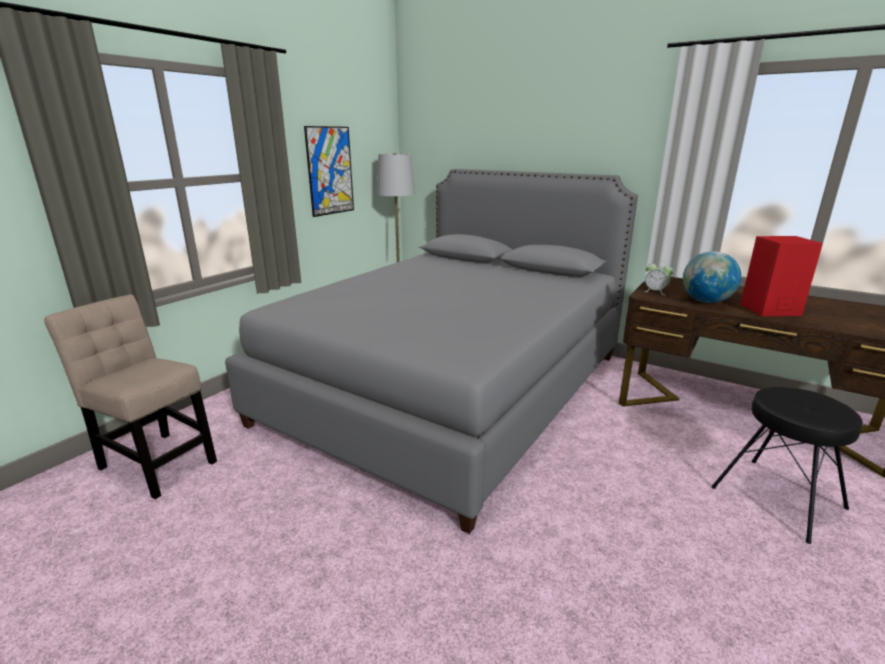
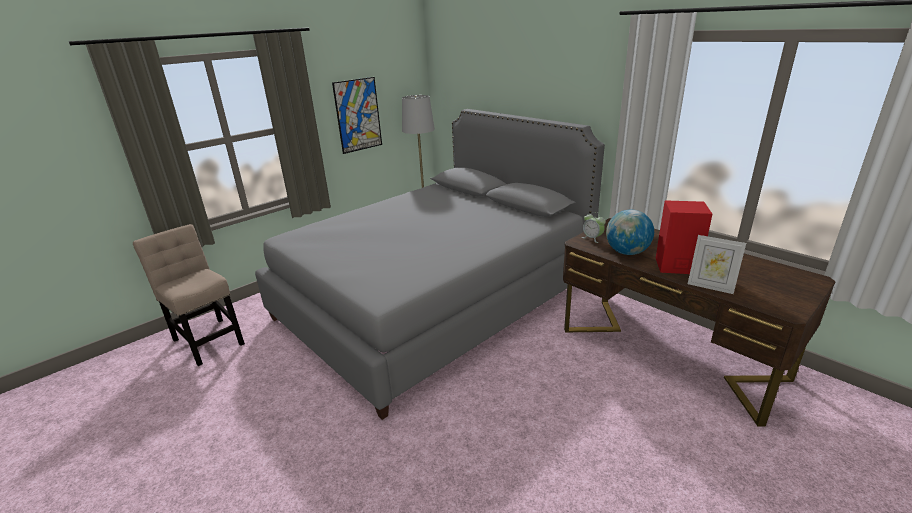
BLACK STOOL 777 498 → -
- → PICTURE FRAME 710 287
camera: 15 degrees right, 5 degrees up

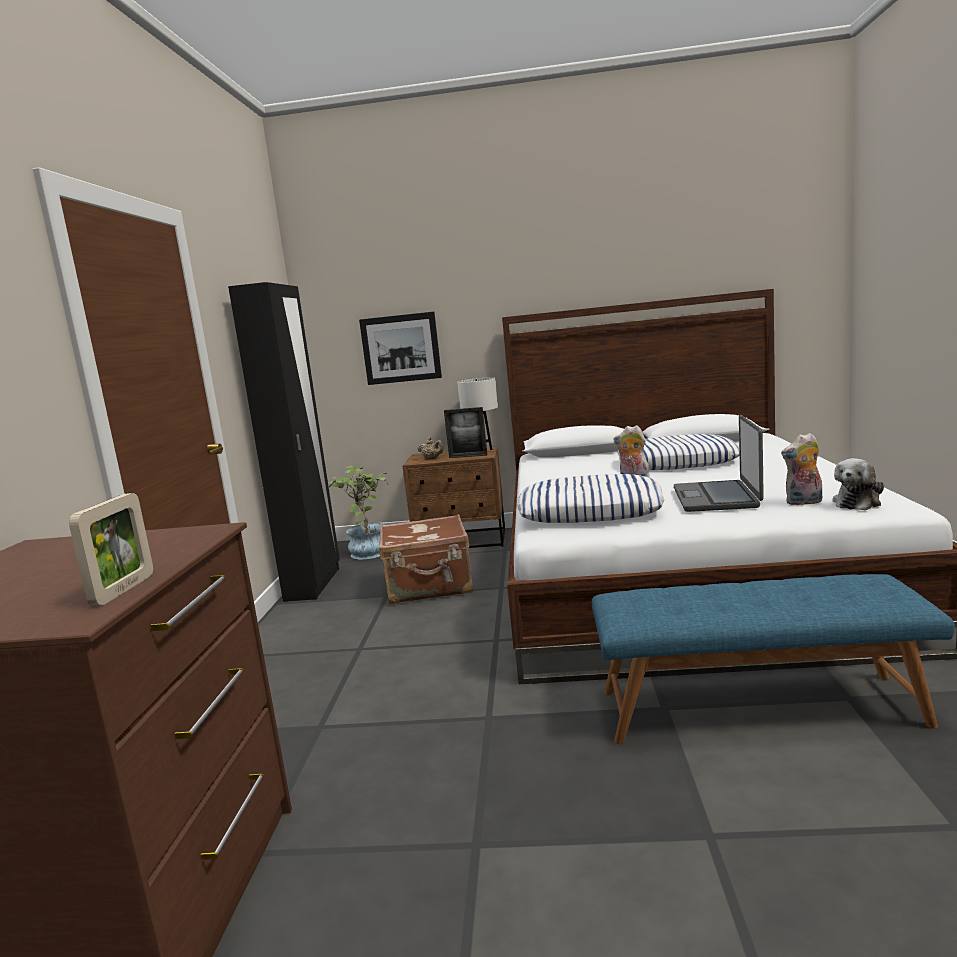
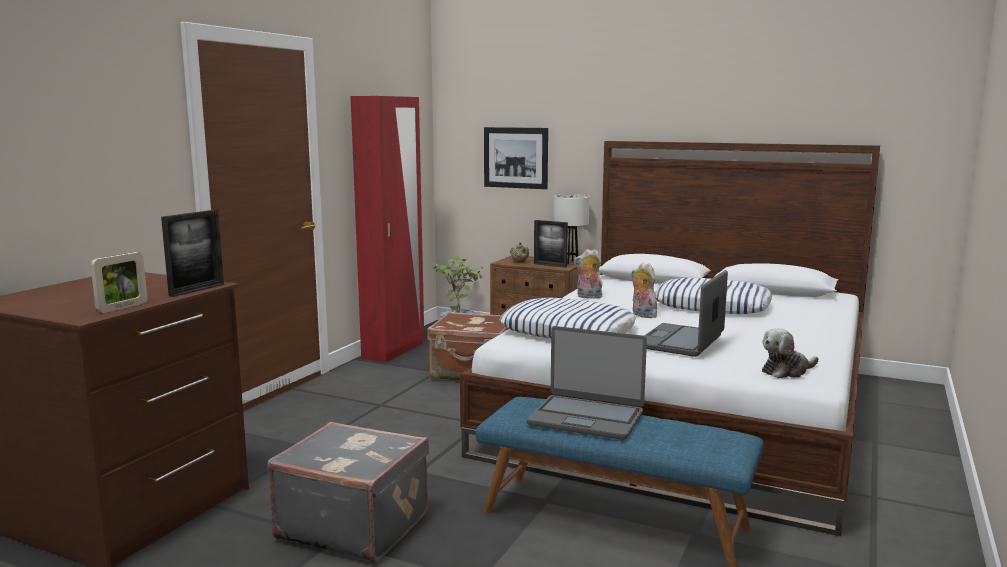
BLACK WARDROBE 314 584 → RED WARDROBE 394 351
PLUSH TOY 804 502 → PLUSH TOY 588 297, relocated
- → PICTURE FRAME 197 290
- → GREY SUITCASE 354 525
- → LAPTOP 586 418
camera: 20 degrees right, 0 degrees up

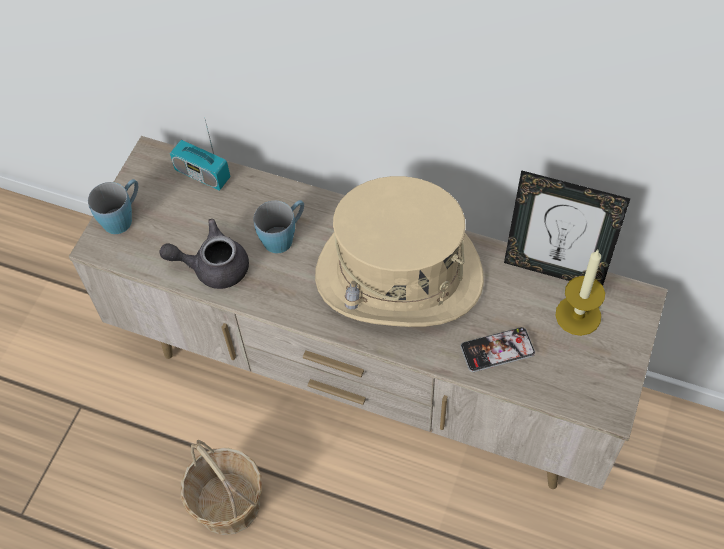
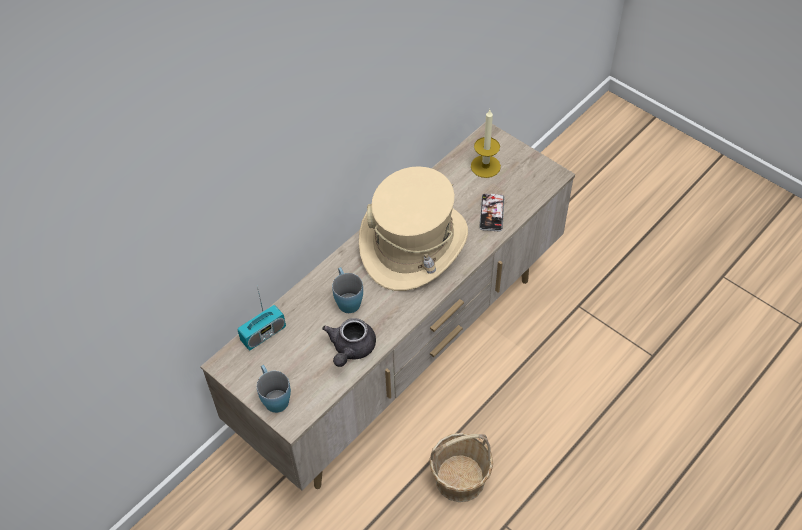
PICTURE FRAME 554 269 → -
camera: 70 degrees left, 5 degrees down

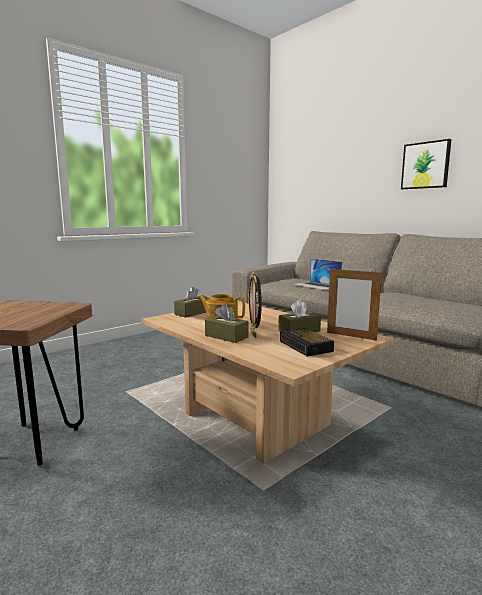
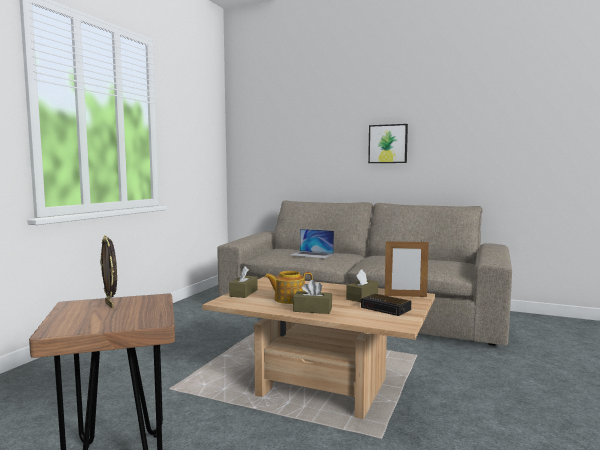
PICTURE FRAME 254 335 → PICTURE FRAME 110 305, relocated
camera: 25 degrees left, 5 degrees down

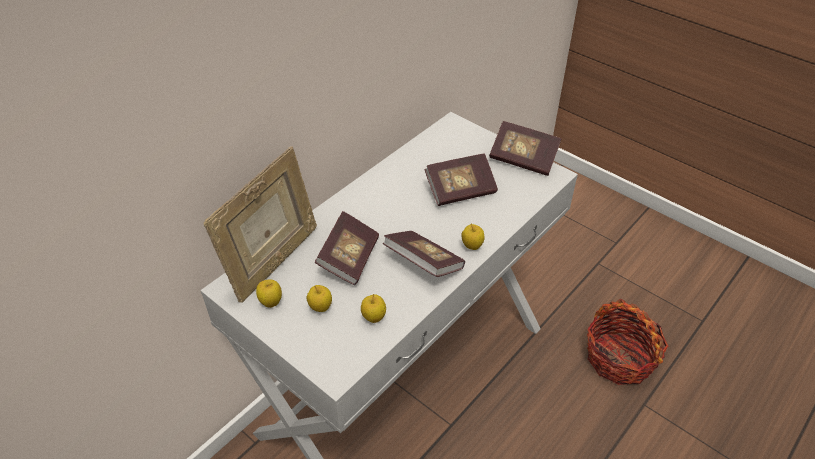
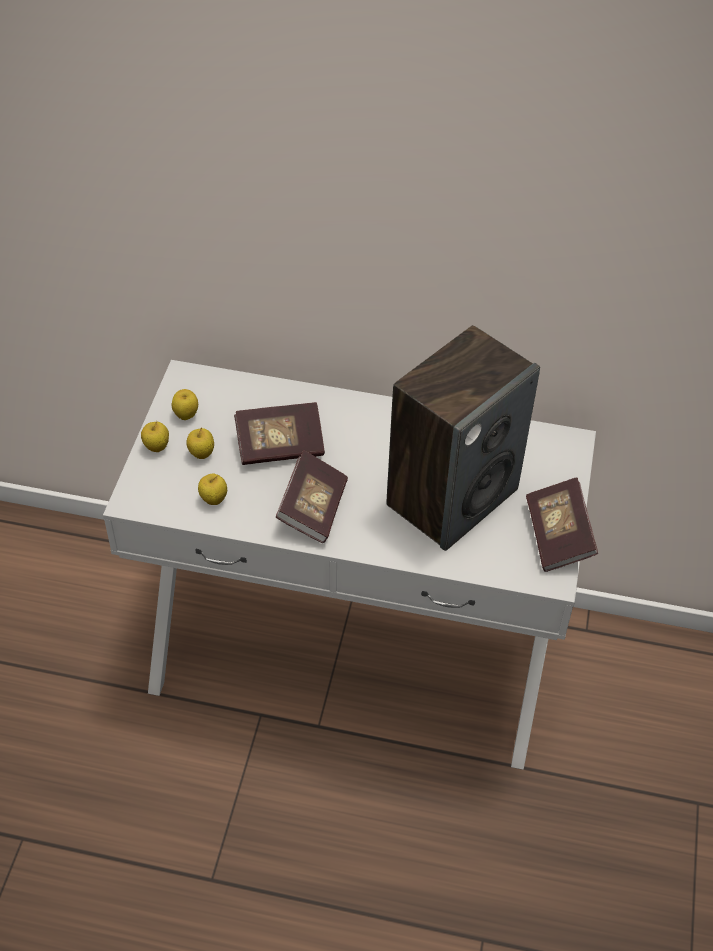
PICTURE FRAME 274 263 → -
BOOK 460 190 → SPEAKER 452 496
APPLE 472 246 → APPLE 156 447, relocated
BASKET 619 358 → -
camera: 60 degrees right, 5 degrees up

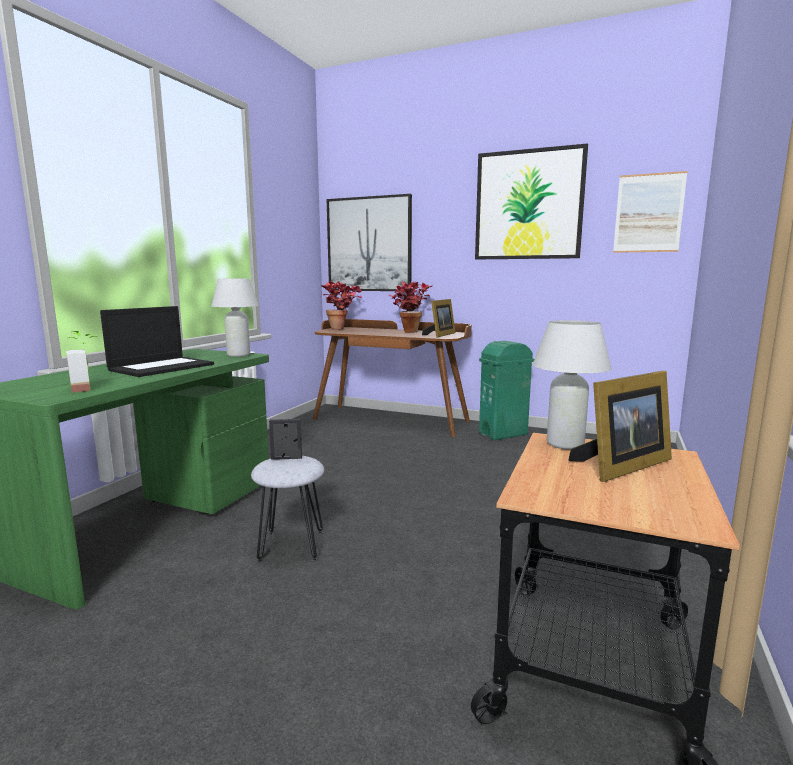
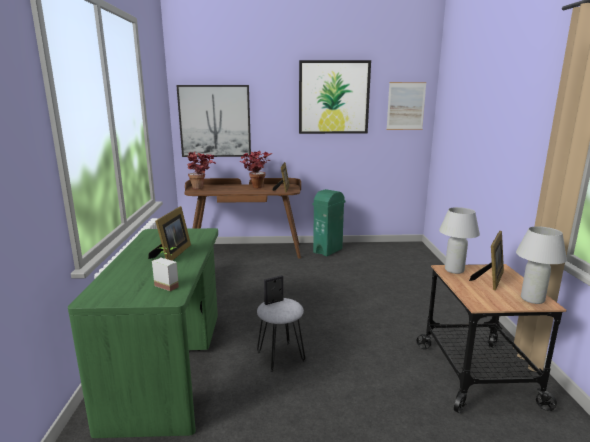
LAPTOP 162 367 → PICTURE FRAME 172 254
WHITE TABLE LAMP 238 355 → WHITE TABLE LAMP 532 299, relocated
camera: 25 degrees left, 5 degrees up

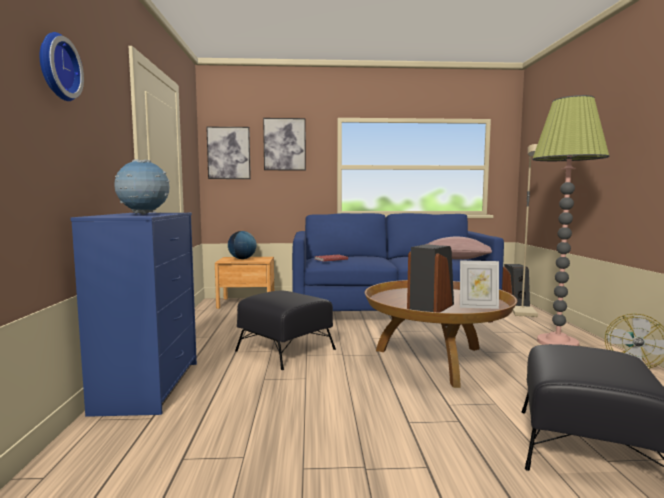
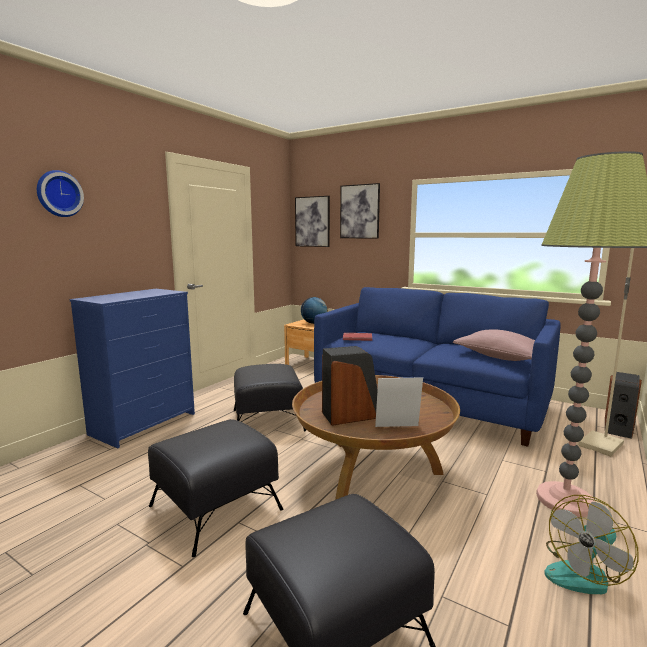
GLOBE 144 214 → -
PICTURE FRAME 478 307 → PICTURE FRAME 397 428, 135 degrees clockwise
- → BLACK OTTOMAN 216 507
camera: 35 degrees right, 5 degrees up

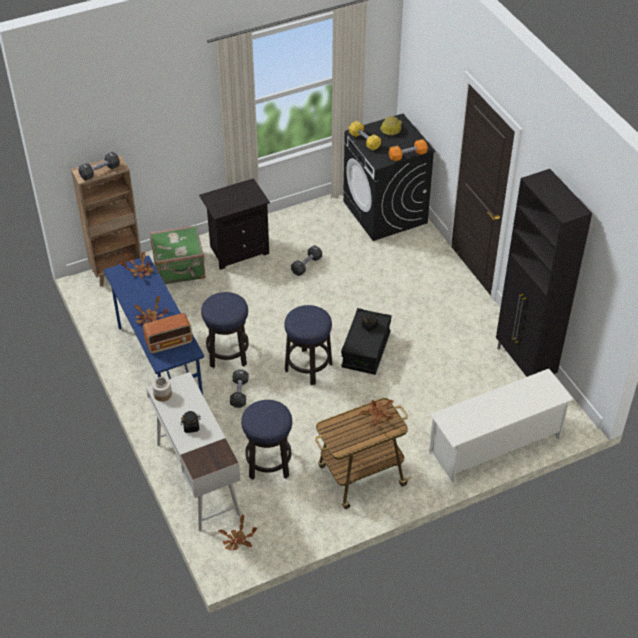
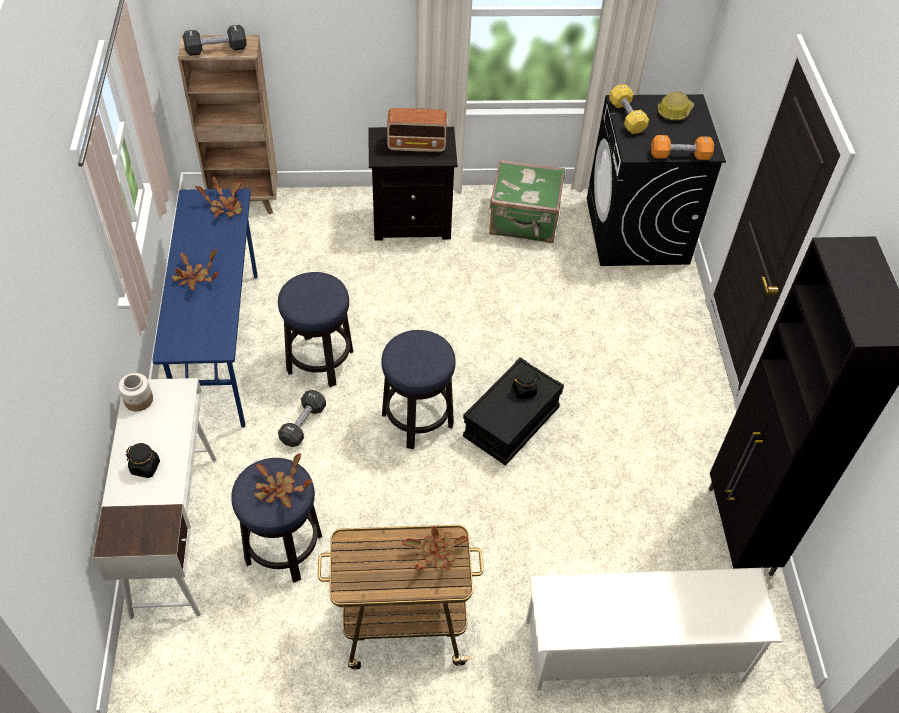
RADIO 169 343 → RADIO 417 145, relocated
GREEN SUITCASE 179 269 → GREEN SUITCASE 524 221, relocated
POTTED PLANT 237 540 → POTTED PLANT 279 489, relocated
BLACK DUMBBELL 306 265 → -
camera: 20 degrees right, 5 degrees up

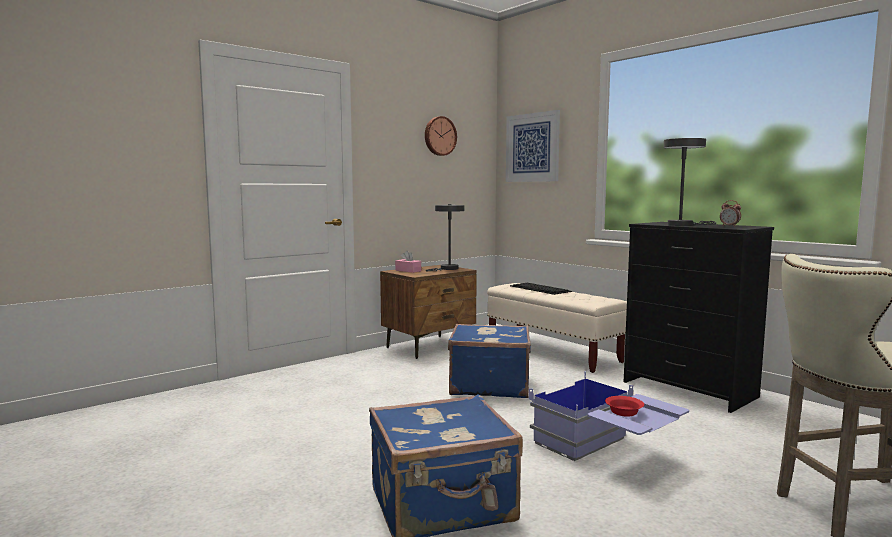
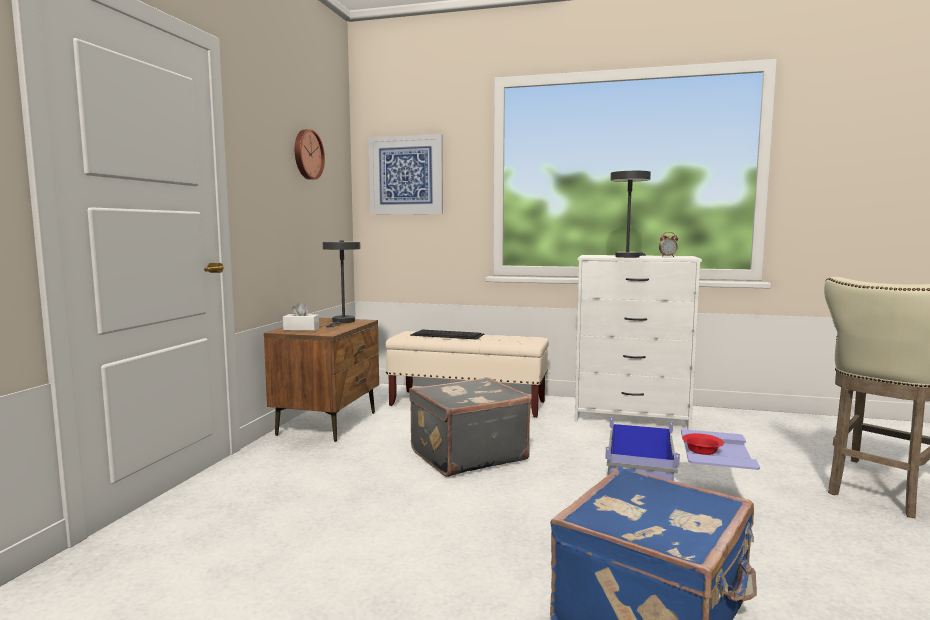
PINK TISSUE BOX 408 271 → WHITE TISSUE BOX 301 329
BLUE SUITCASE 489 385 → GREY SUITCASE 466 455
BLACK DRESSER 688 389 → WHITE DRESSER 631 416
camera: 35 degrees left, 0 degrees up

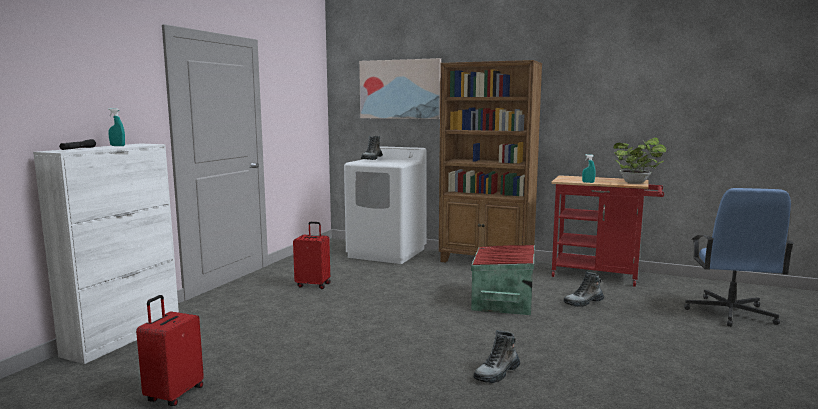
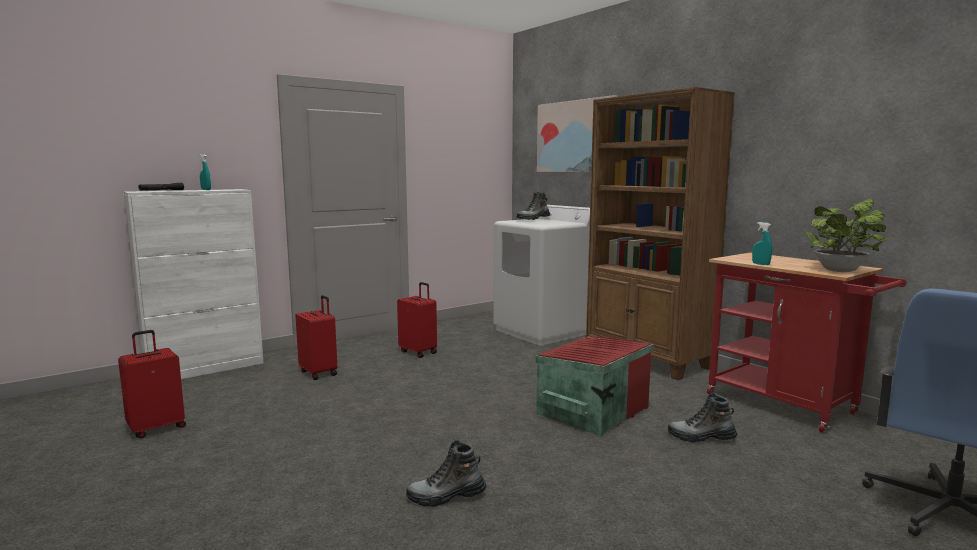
- → RED SUITCASE 319 373
camera: 30 degrees right, 0 degrees up

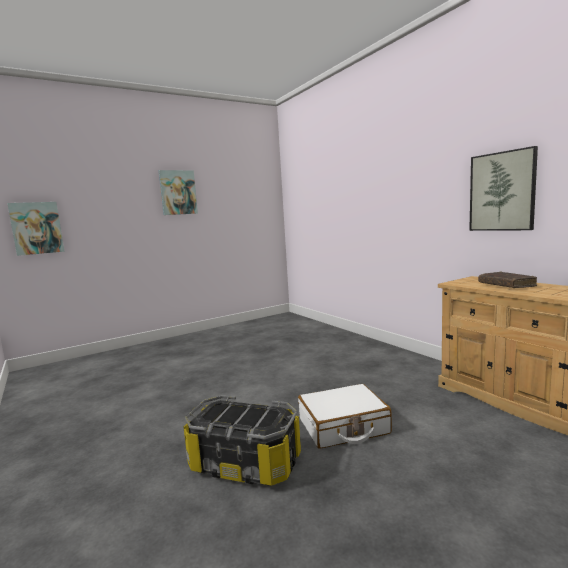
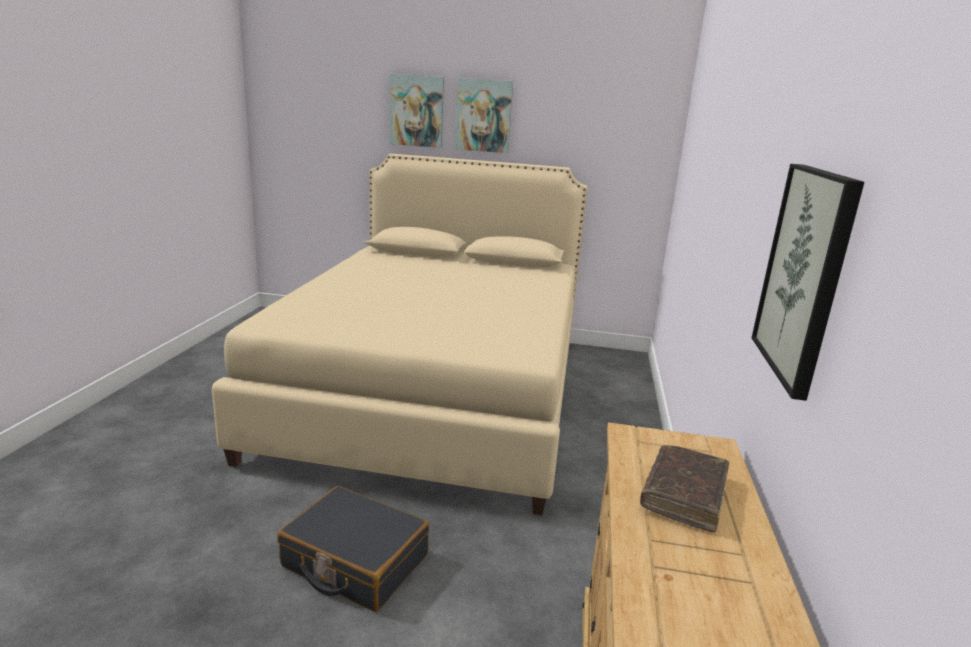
PICTURE 37 228 → PICTURE 416 111, relocated
STORAGE BOX 244 464 → -
WHITE SUITCASE 343 426 → BLACK SUITCASE 354 561
- → BEIGE BED 435 391
camera: 40 degrees right, 10 degrees up

